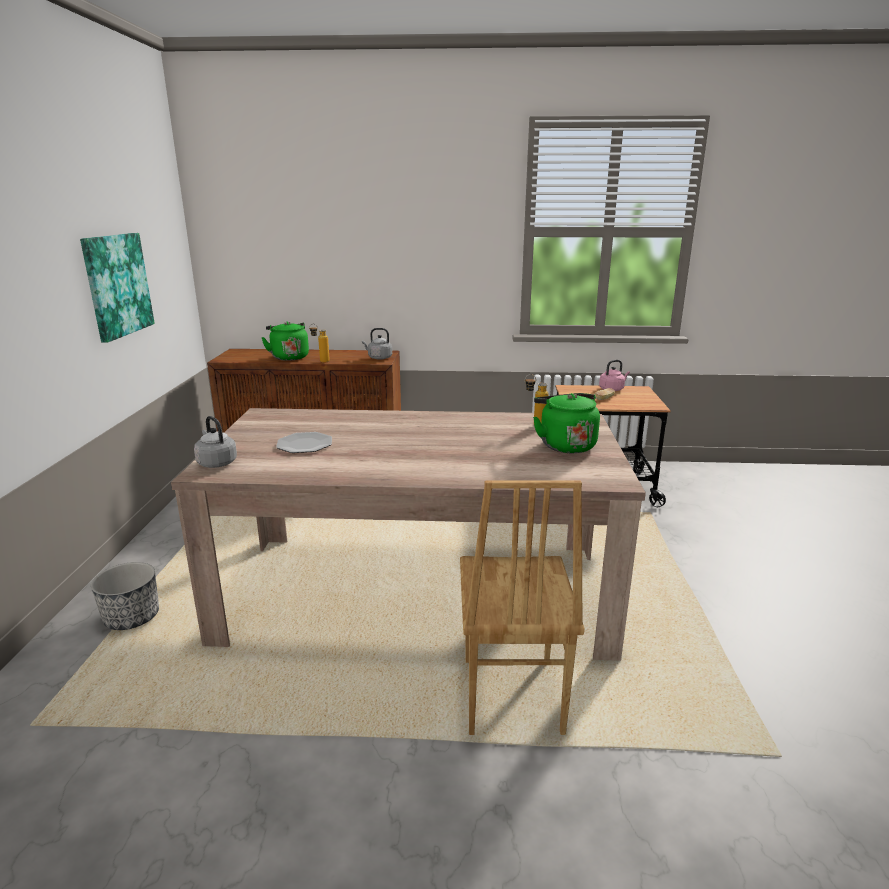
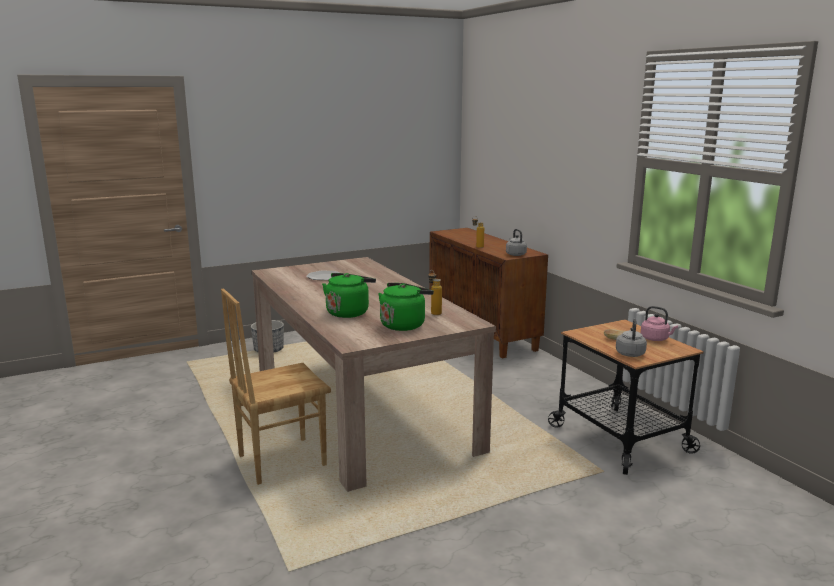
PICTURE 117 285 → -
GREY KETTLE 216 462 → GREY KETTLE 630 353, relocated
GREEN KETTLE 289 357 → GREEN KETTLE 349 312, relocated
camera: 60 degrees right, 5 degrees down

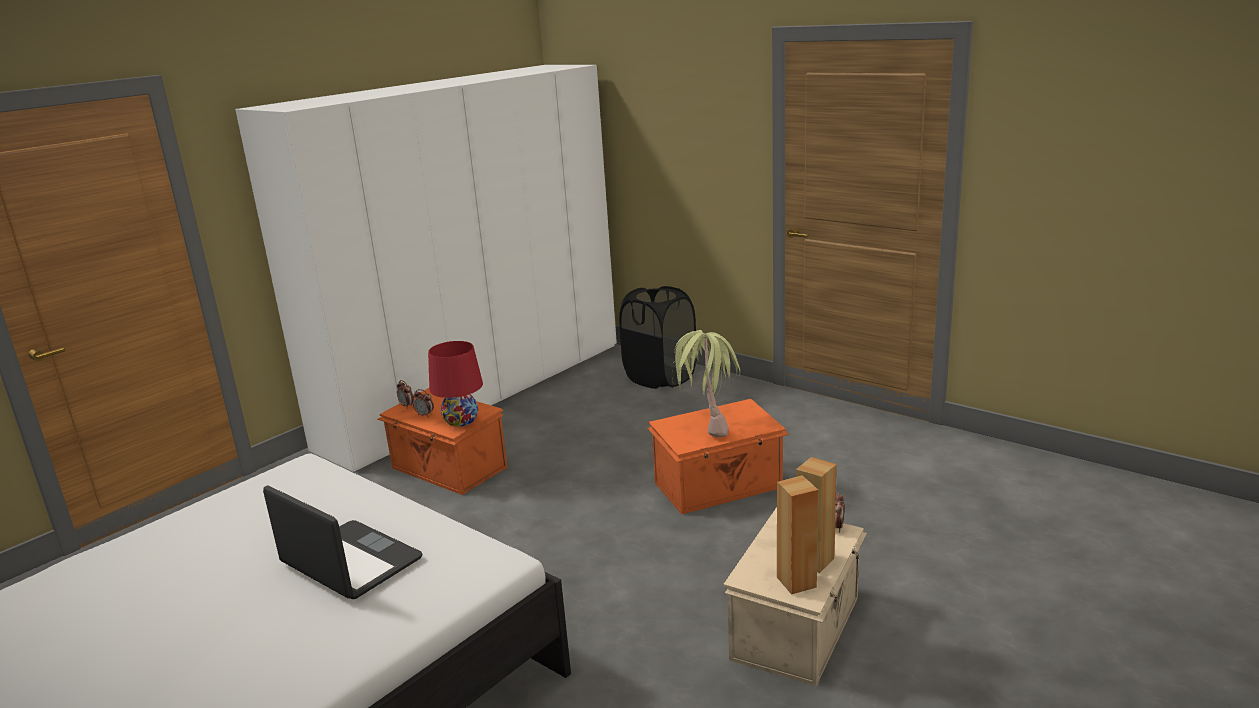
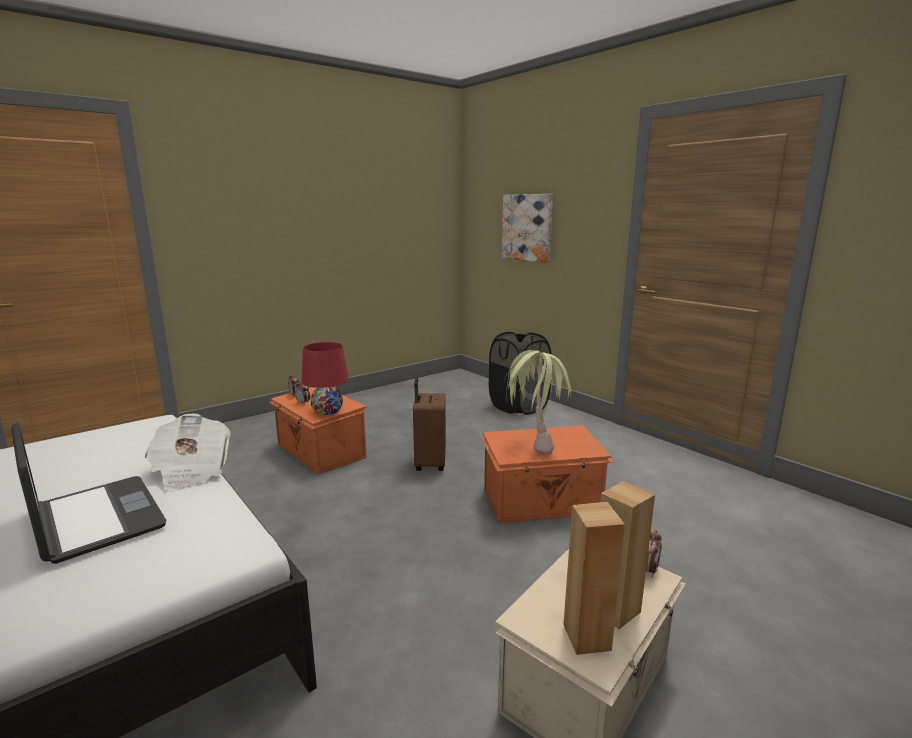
WHITE WARDROBE 479 392 → -
- → NEWSPAPER 191 471
- → BROWN SUITCASE 429 464
- → PICTURE 527 227
camera: 10 degrees right, 5 degrees down

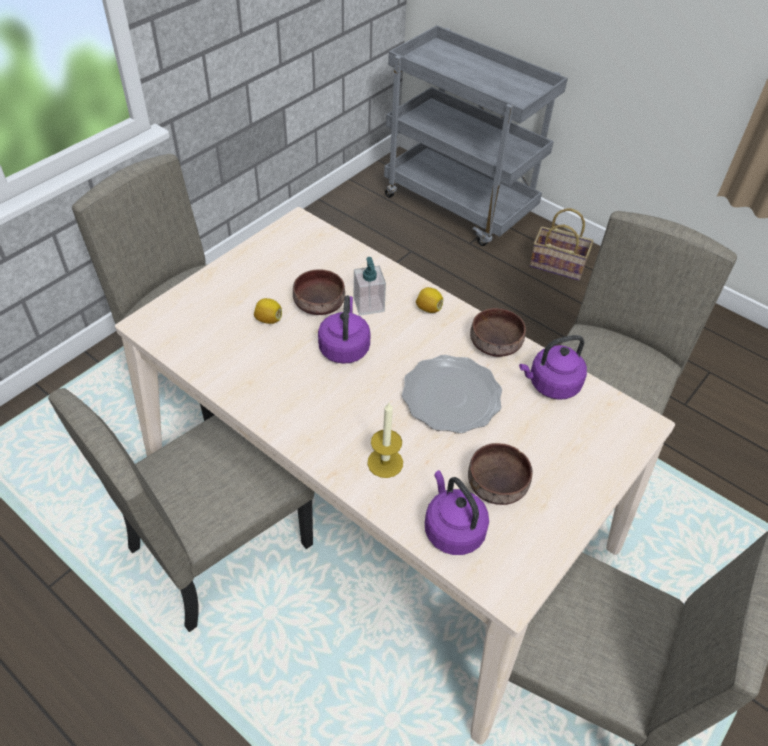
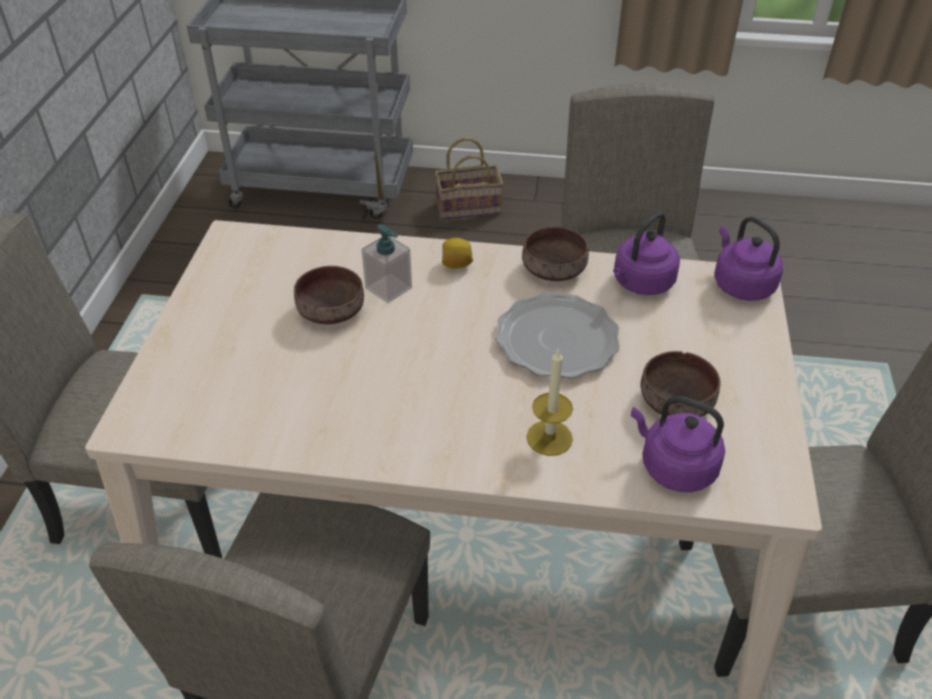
LEMON 268 319 → -
PURPLE KETTLE 344 347 → PURPLE KETTLE 741 284, relocated
camera: 30 degrees left, 5 degrees down

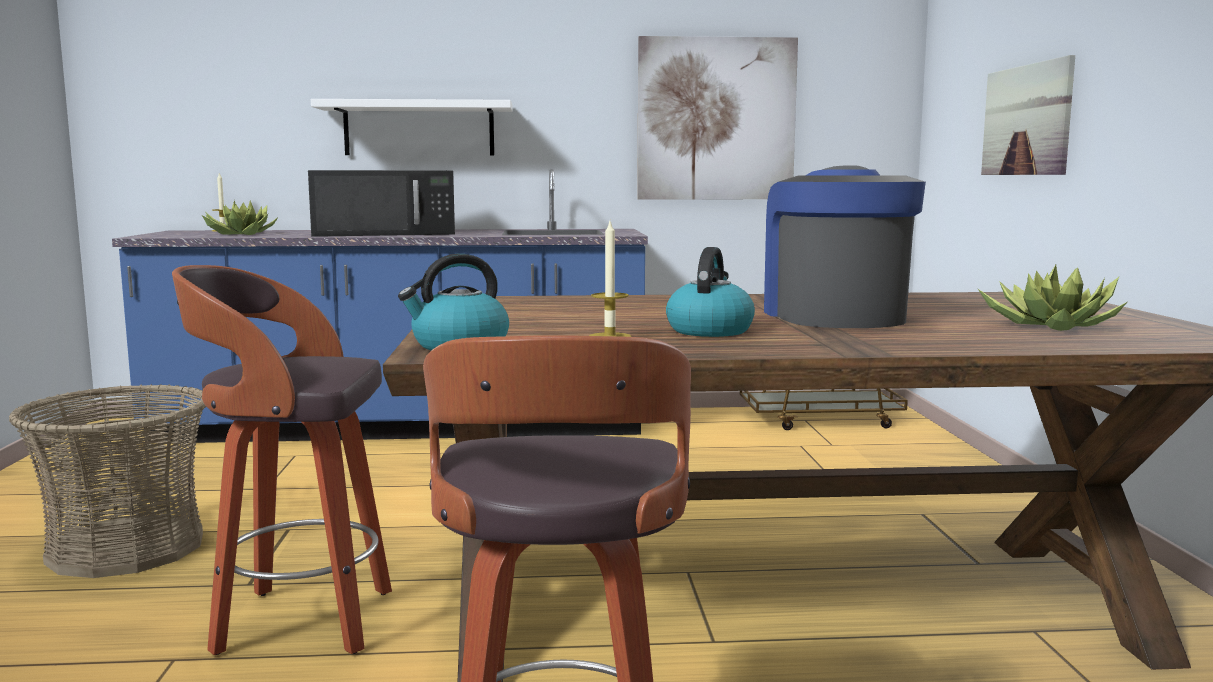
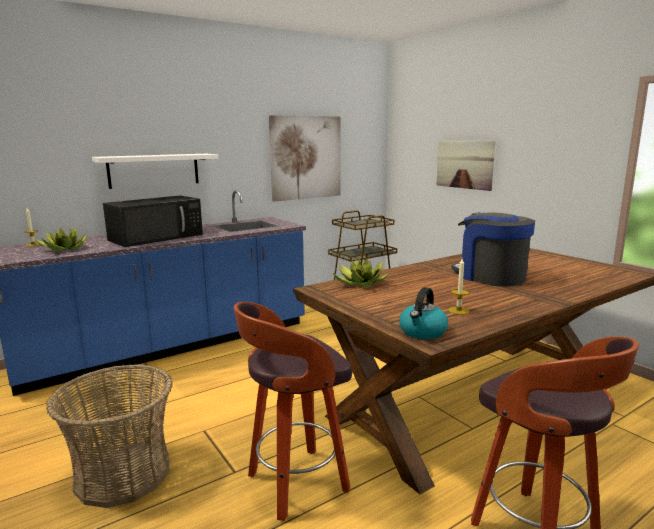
KETTLE 709 330 → -
POTTED PLANT 1049 325 → POTTED PLANT 359 283, relocated
camera: 30 degrees left, 5 degrees up

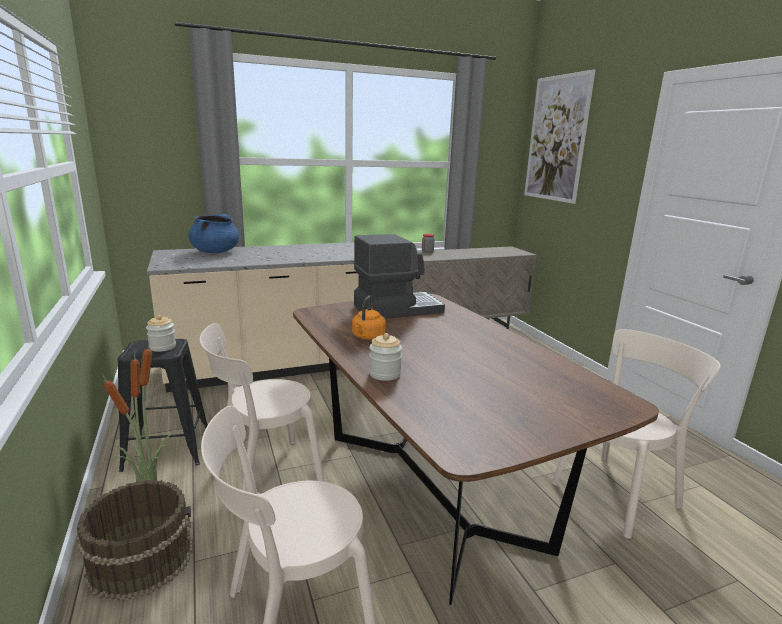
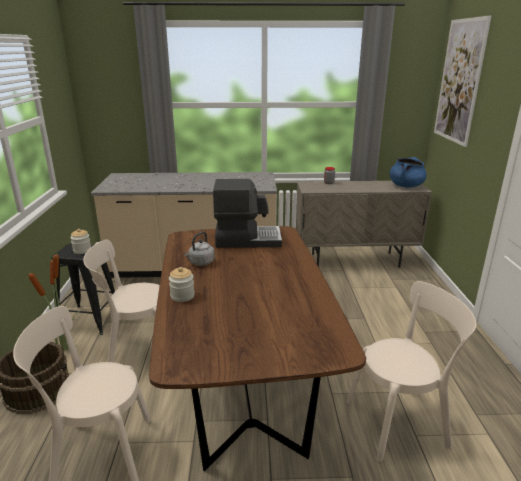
BLUE COOKING POT 215 252 → BLUE COOKING POT 406 186, relocated
ORANGE KETTLE 367 337 → GREY KETTLE 200 263
camera: 20 degrees right, 5 degrees up

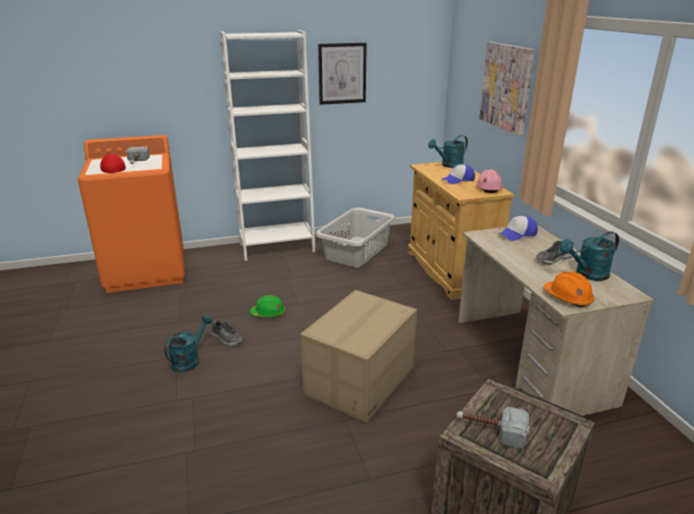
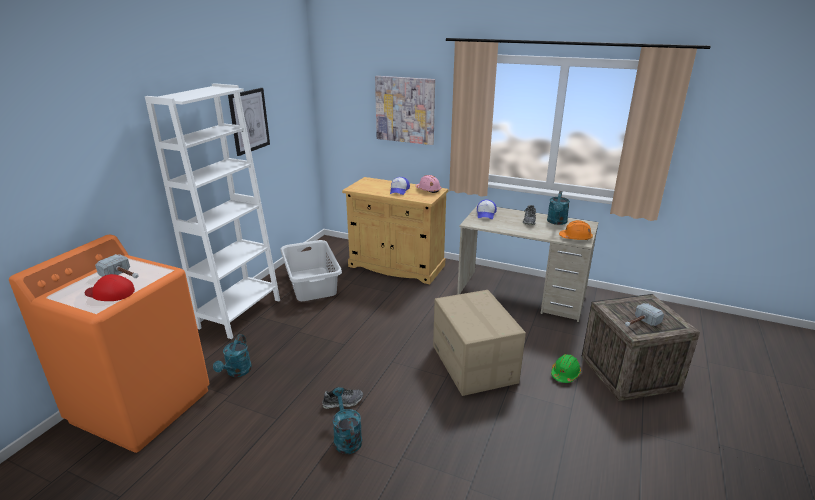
GREEN HARD HAT 268 313 → GREEN HARD HAT 565 374, relocated
TURQUOISE WATERING CAN 449 165 → TURQUOISE WATERING CAN 237 372, relocated
camera: 50 degrees left, 0 degrees up

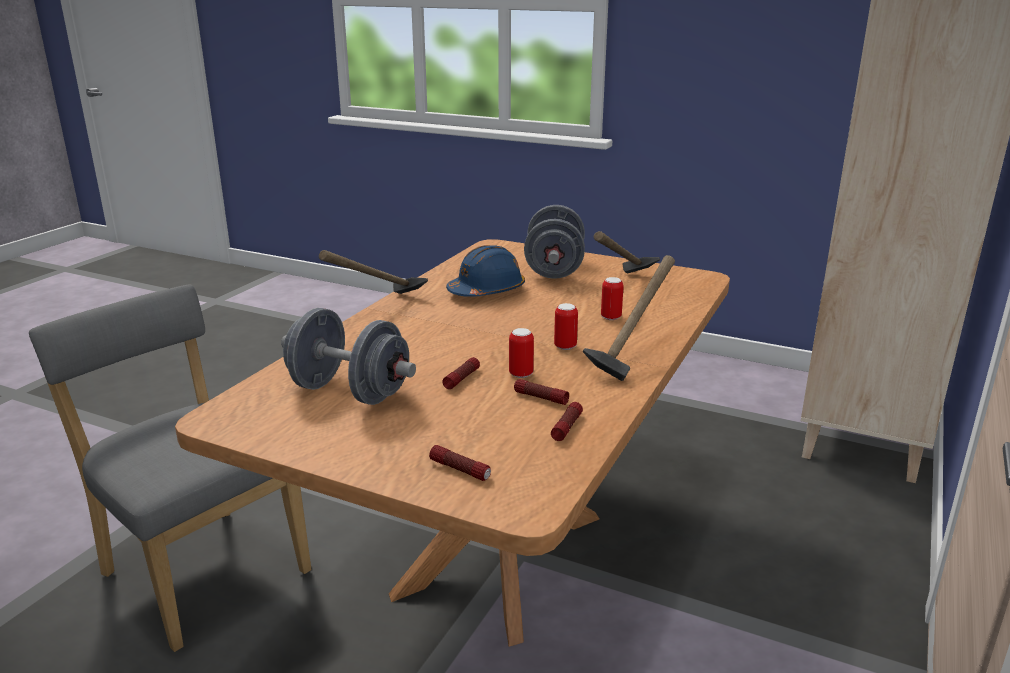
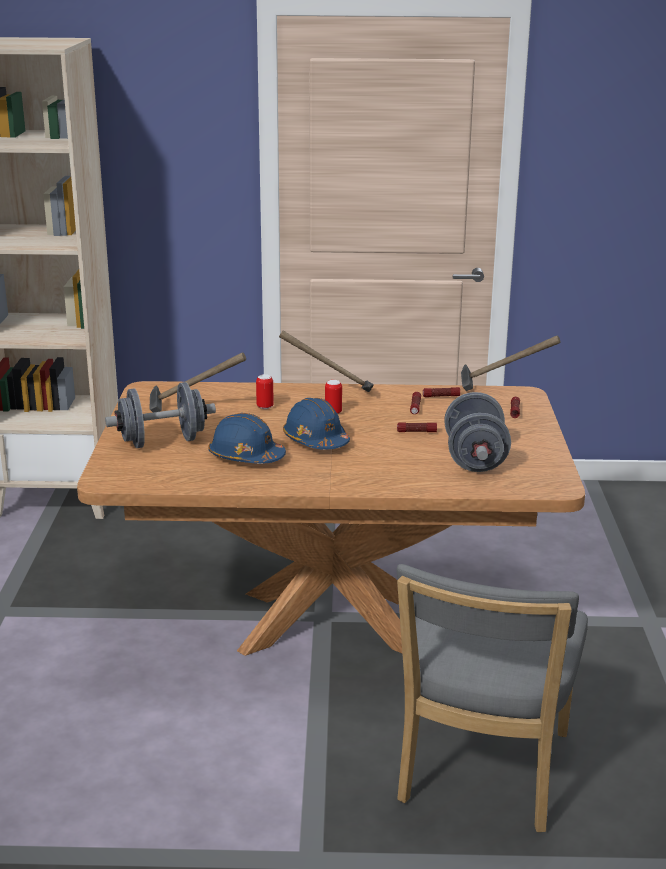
HAMMER 379 309 → HAMMER 502 390, relocated
CAN 521 374 → -
- → BLUE HARD HAT 315 440
camera: 115 degrees left, 0 degrees up

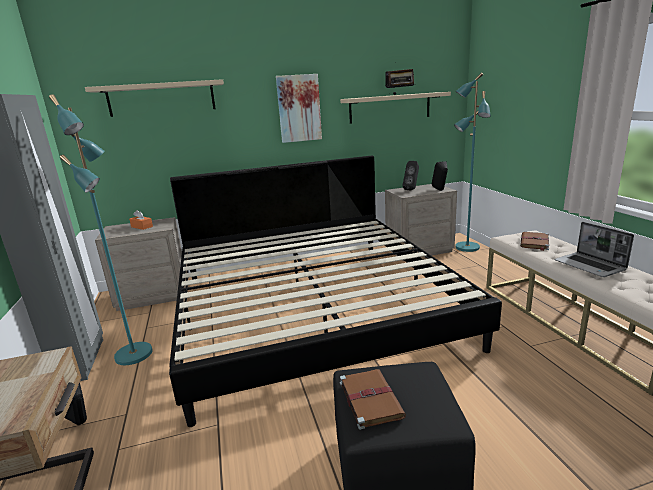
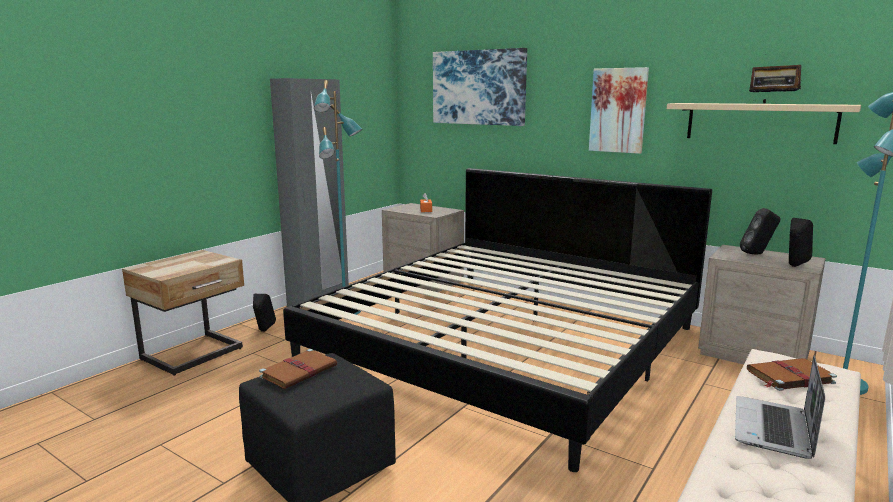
BEIGE SHELF 162 98 → PICTURE 478 87
camera: 50 degrees right, 5 degrees down

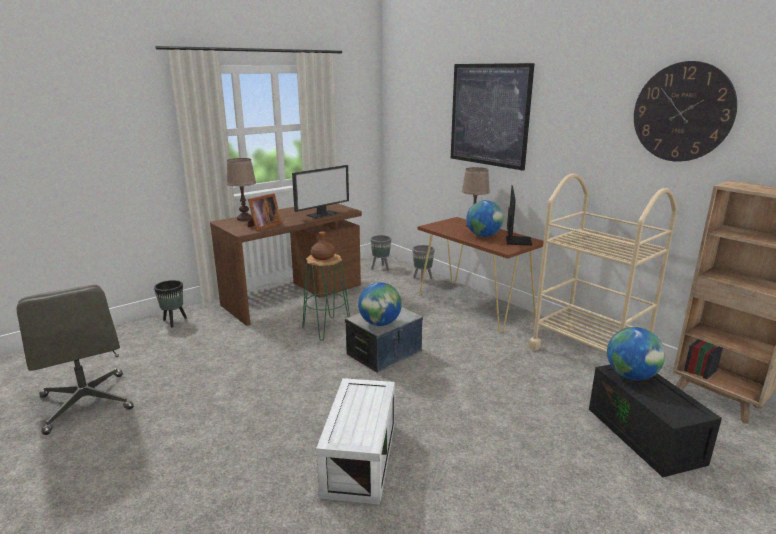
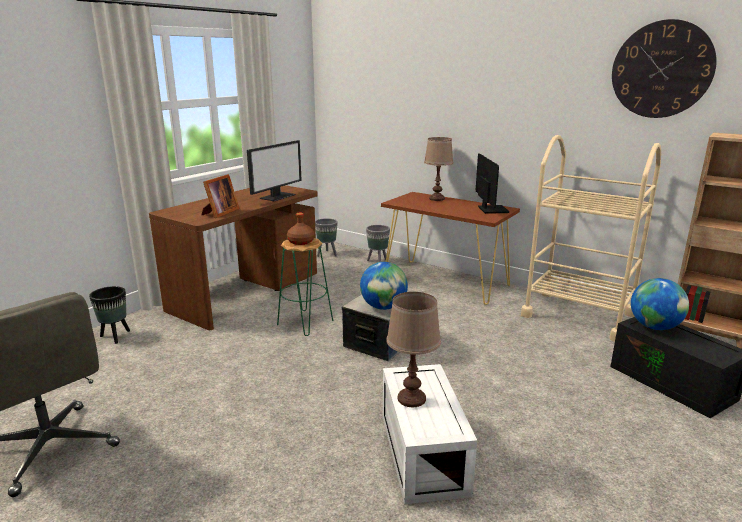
BROWN TABLE LAMP 245 218 → BROWN TABLE LAMP 412 399, relocated
PICTURE 489 115 → -
GLOBE 483 236 → -
camera: 15 degrees left, 0 degrees up

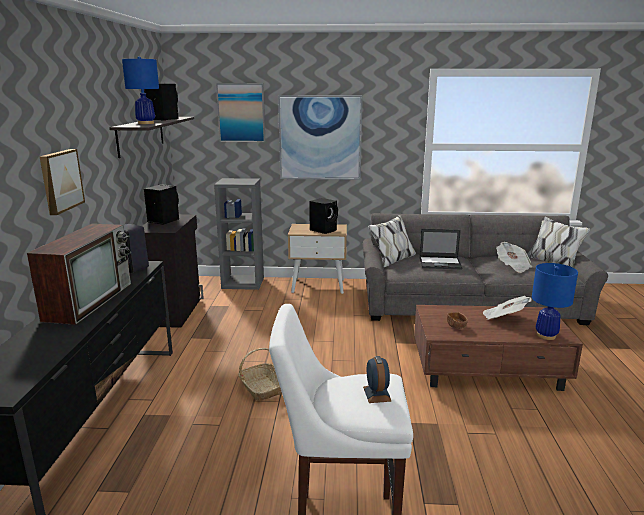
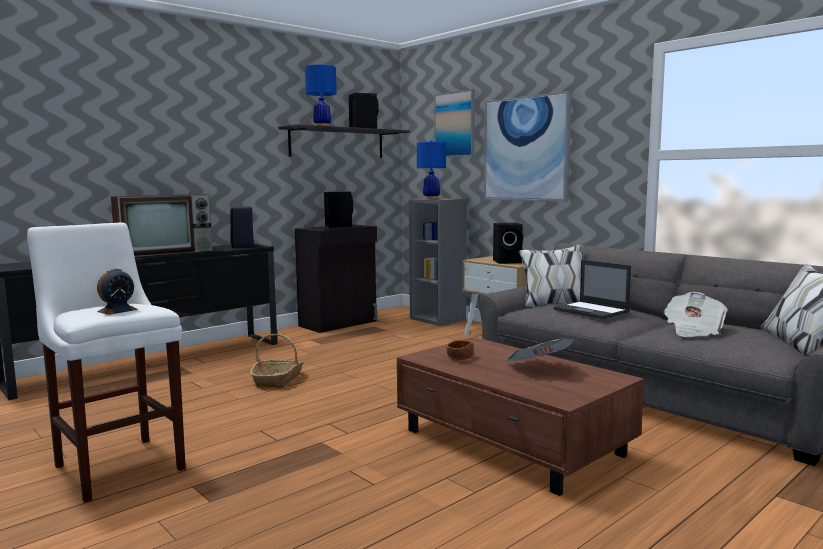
PICTURE 60 180 → -
BLUE TABLE LAMP 546 336 → BLUE TABLE LAMP 431 198, relocated
camera: 45 degrees right, 10 degrees down

